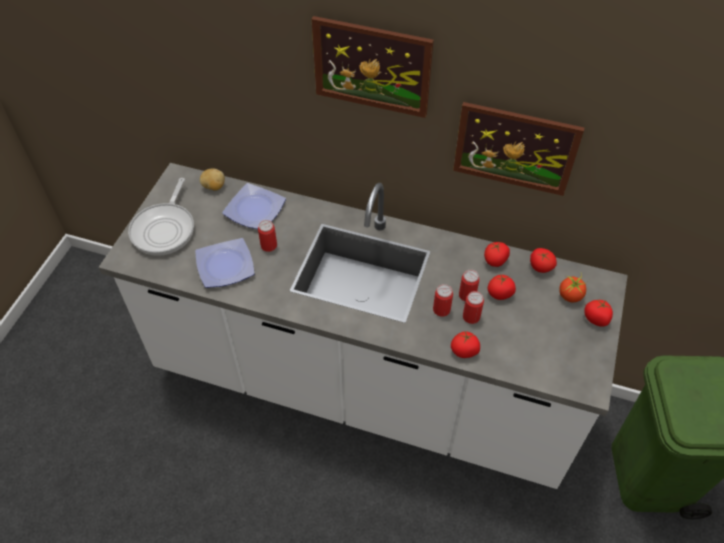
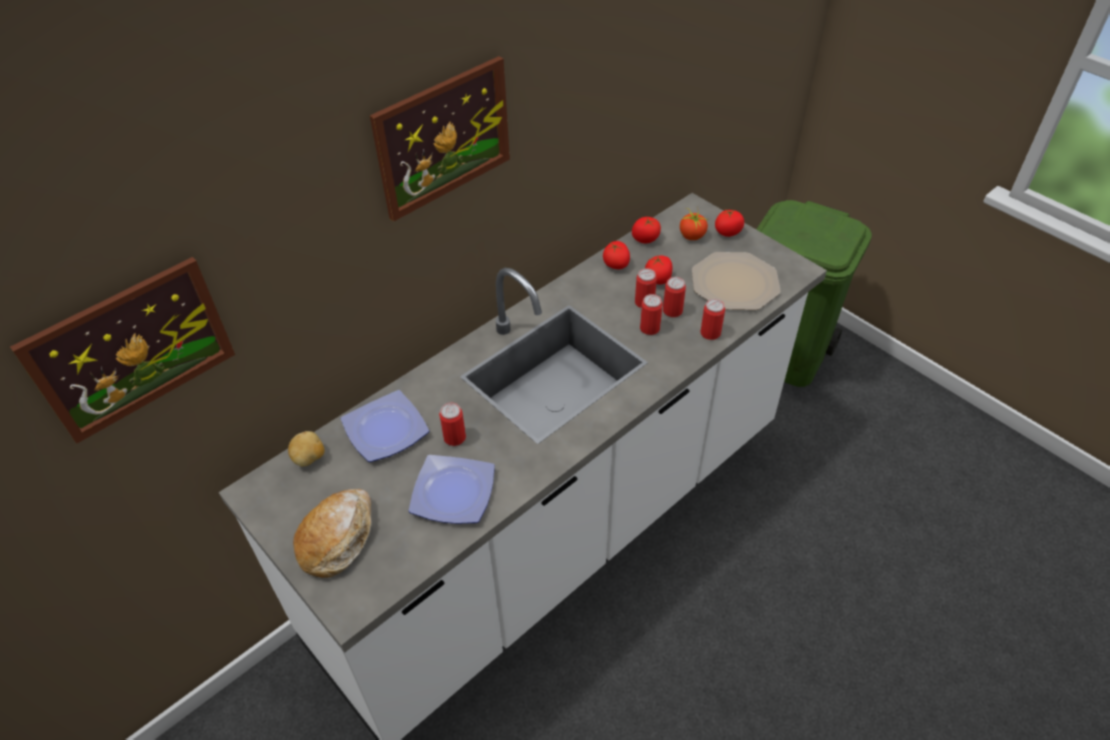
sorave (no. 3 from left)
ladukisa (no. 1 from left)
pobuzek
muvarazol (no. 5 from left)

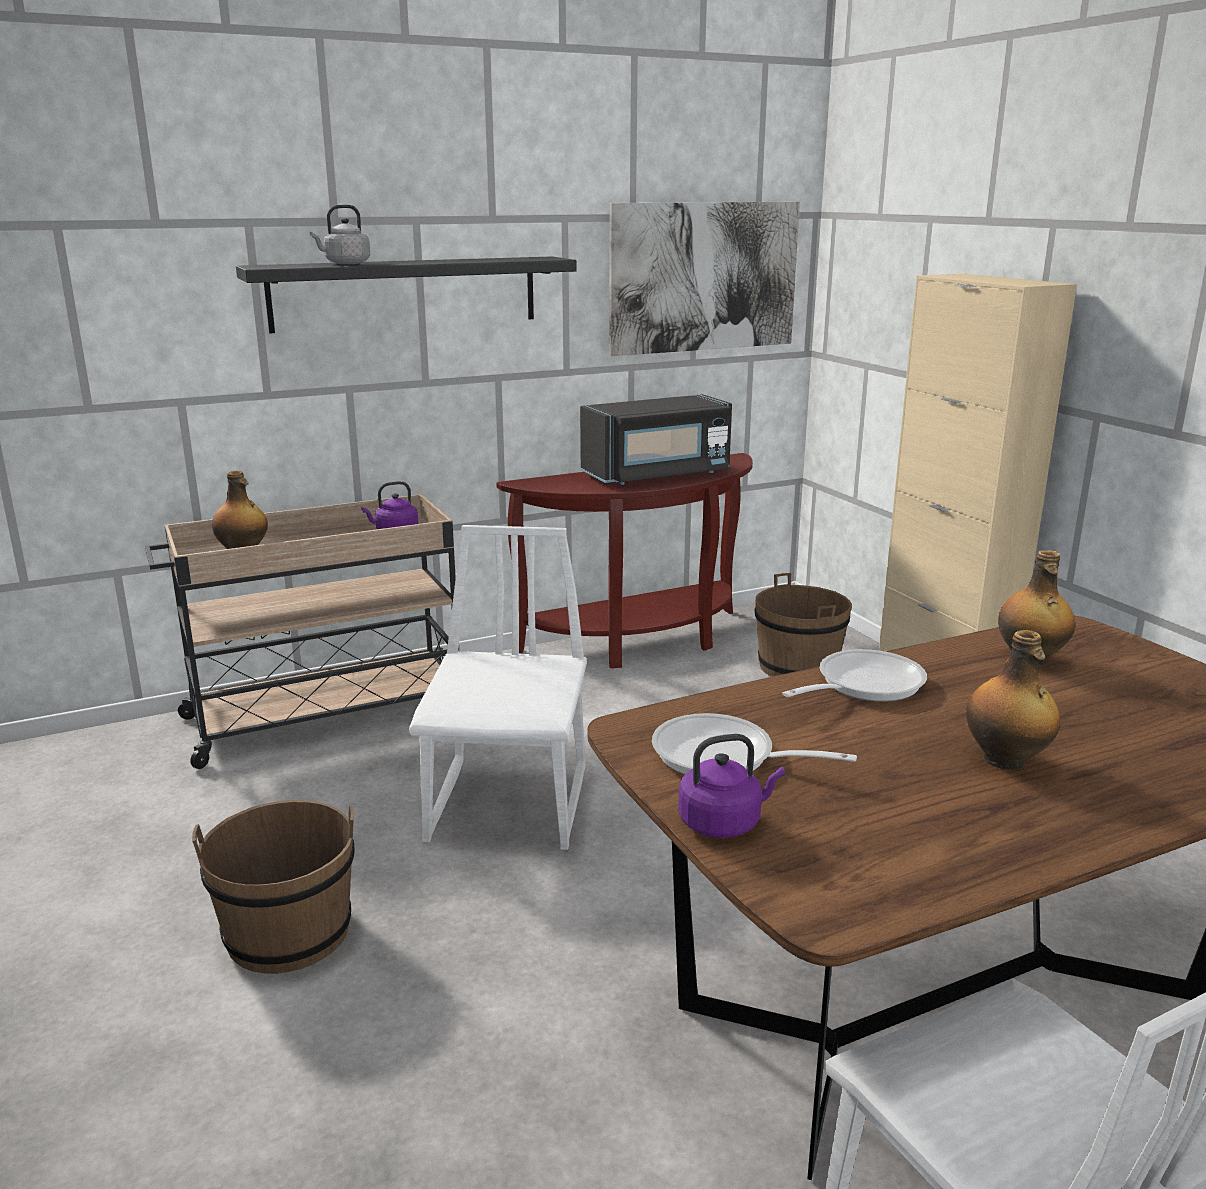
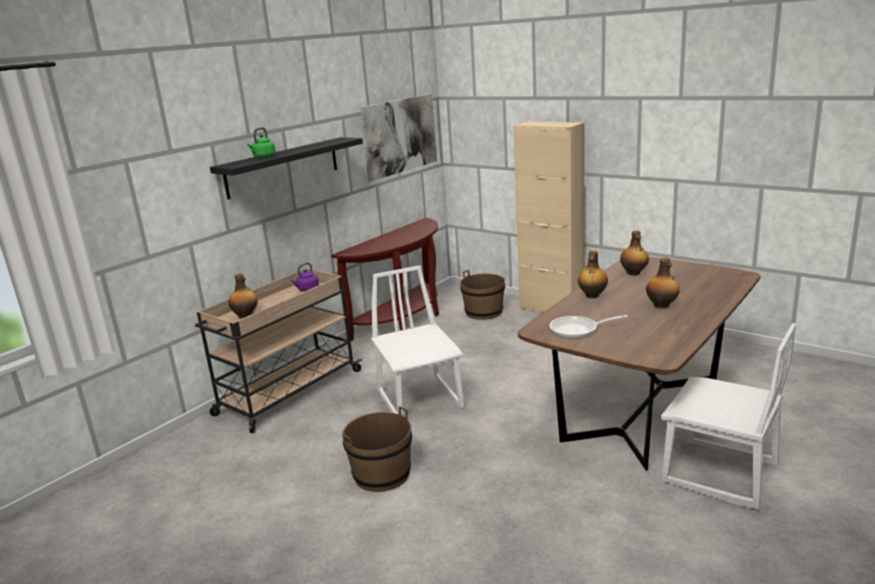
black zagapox
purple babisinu (no. 2 from left in the first image)
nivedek (no. 2 from left)
green babisinu

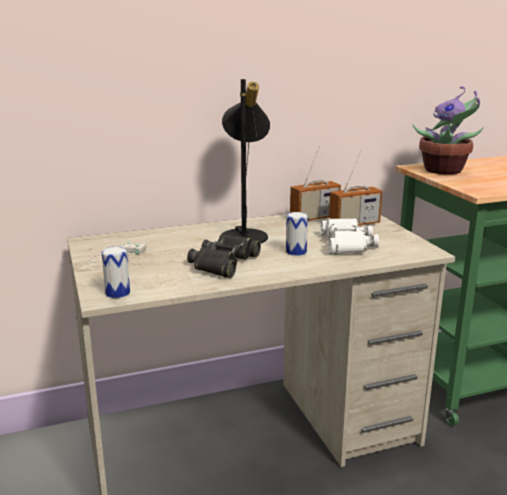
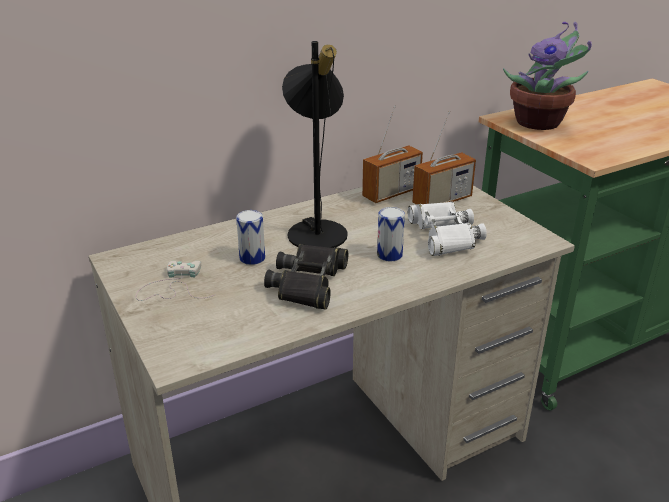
muvarazol (no. 1 from left)

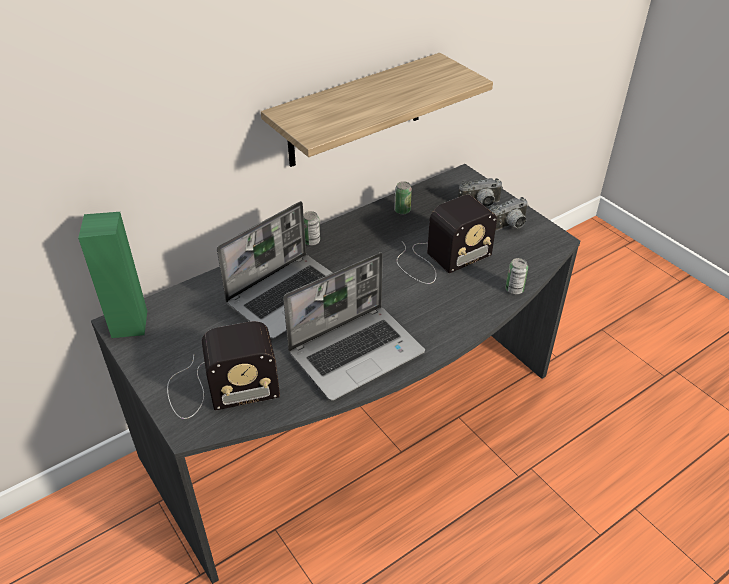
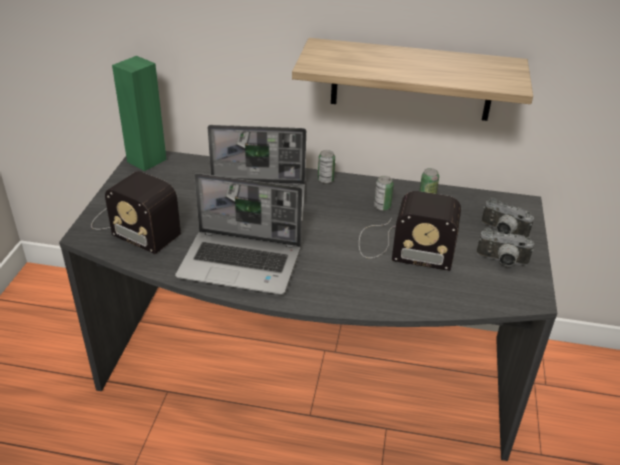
muvarazol (no. 2 from left)

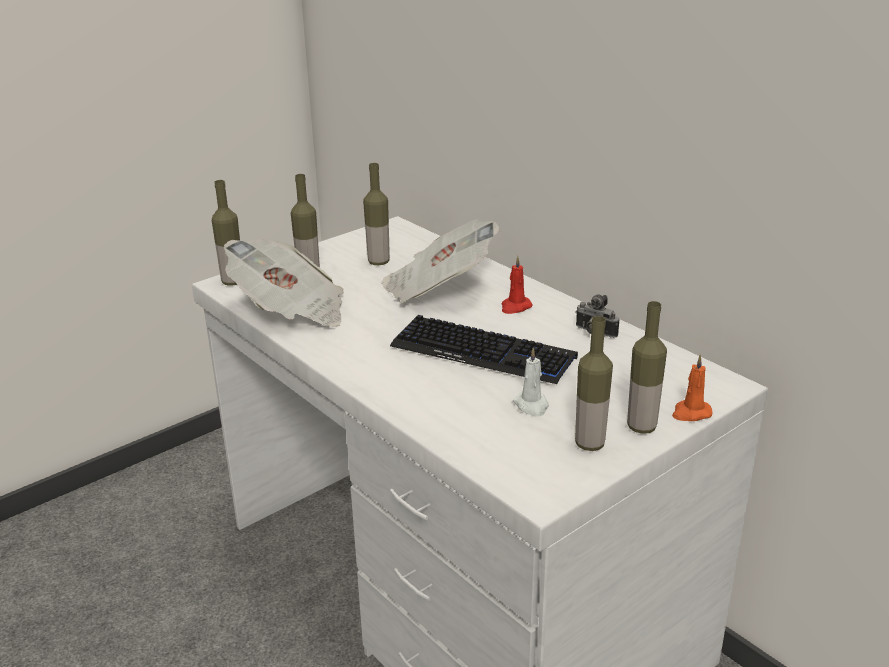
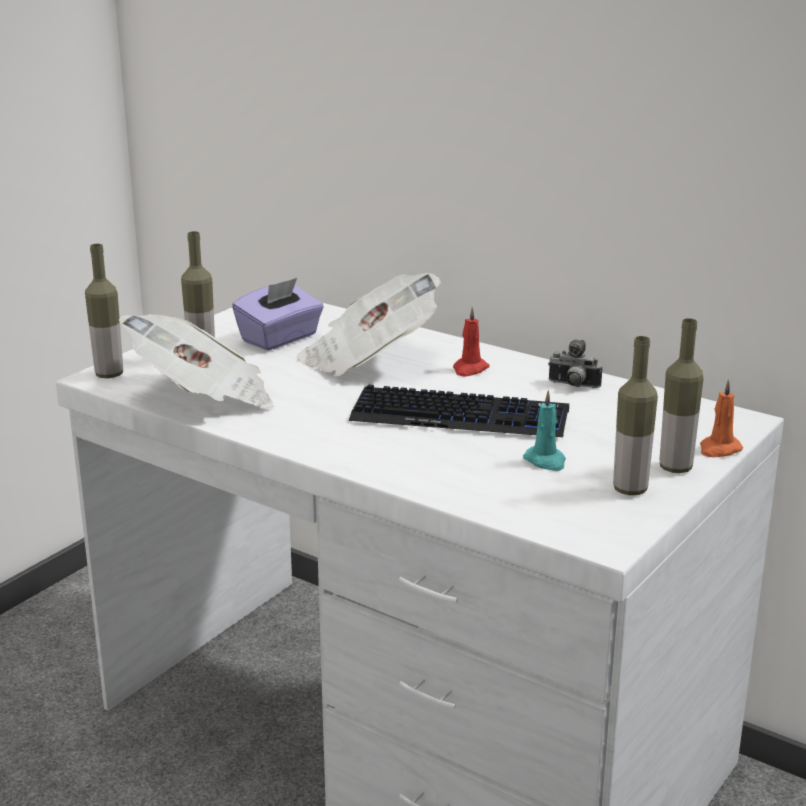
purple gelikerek
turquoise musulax

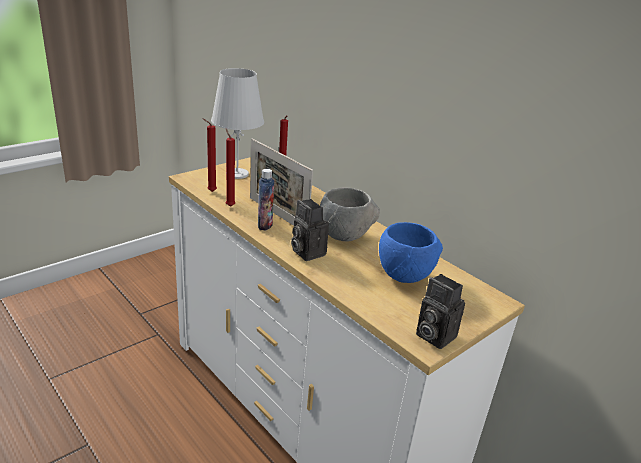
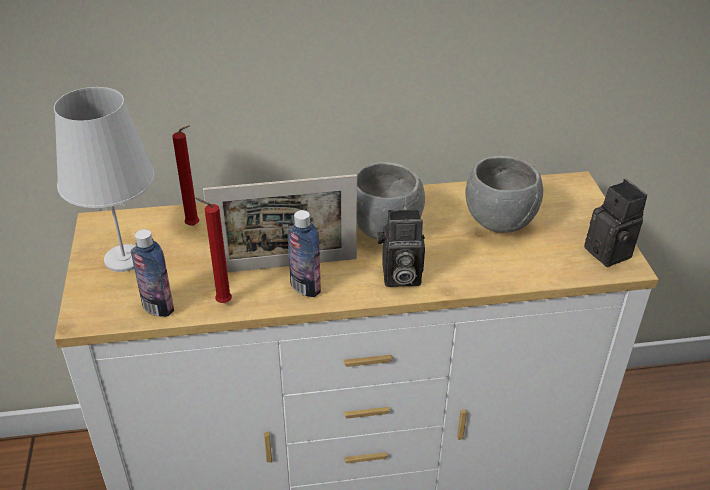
nivedek (no. 1 from left)
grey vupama (no. 2 from left)
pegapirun (no. 2 from left)

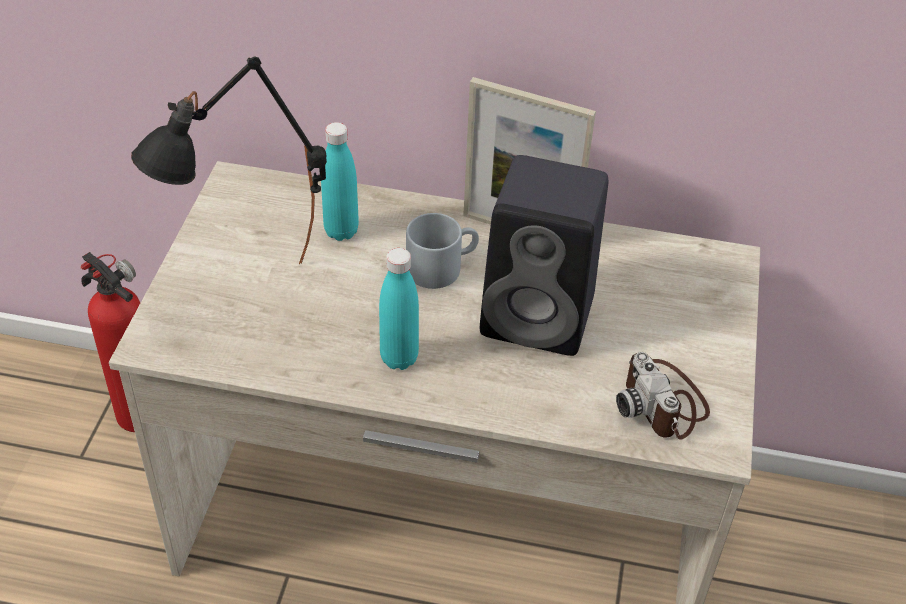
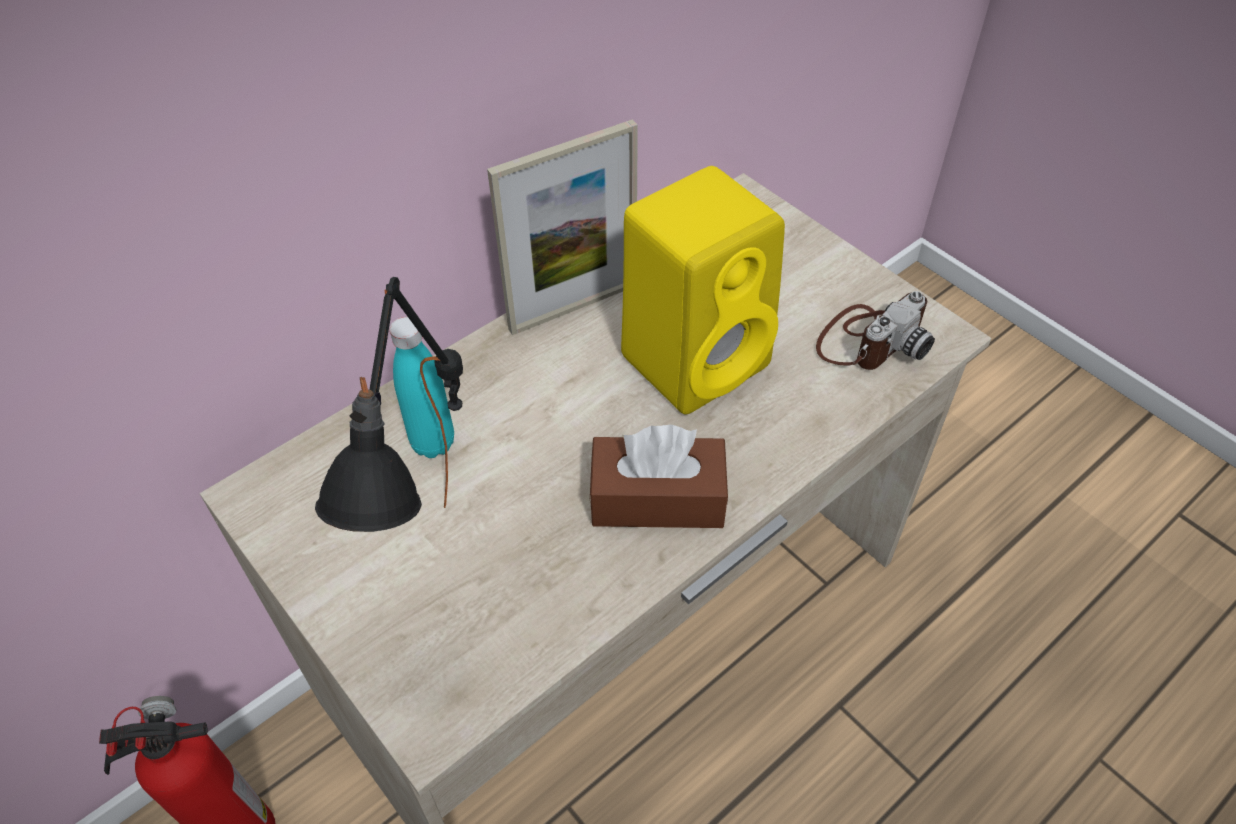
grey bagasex
brown gelikerek
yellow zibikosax
pegapirun

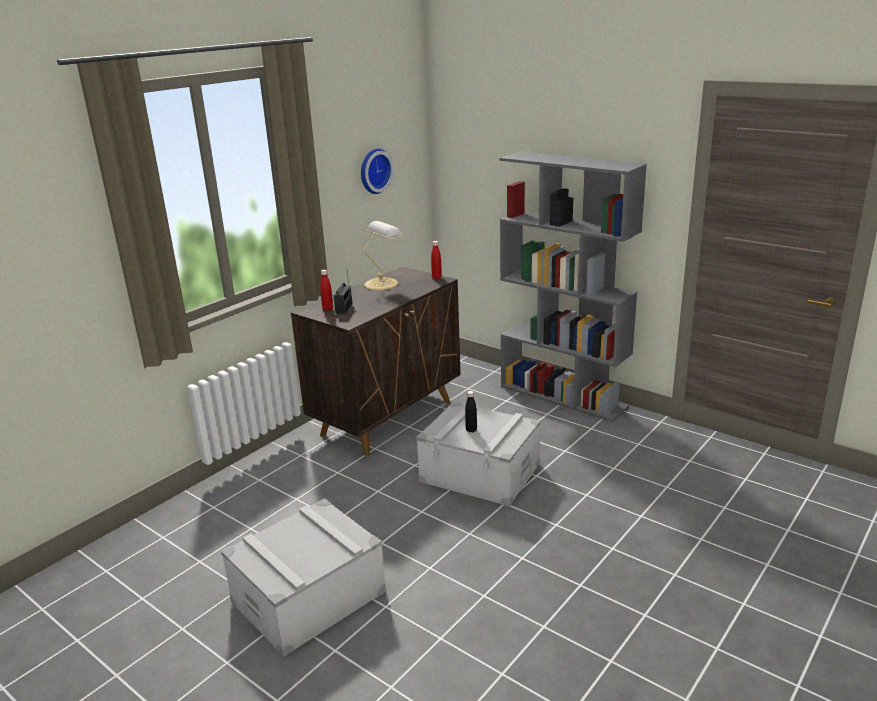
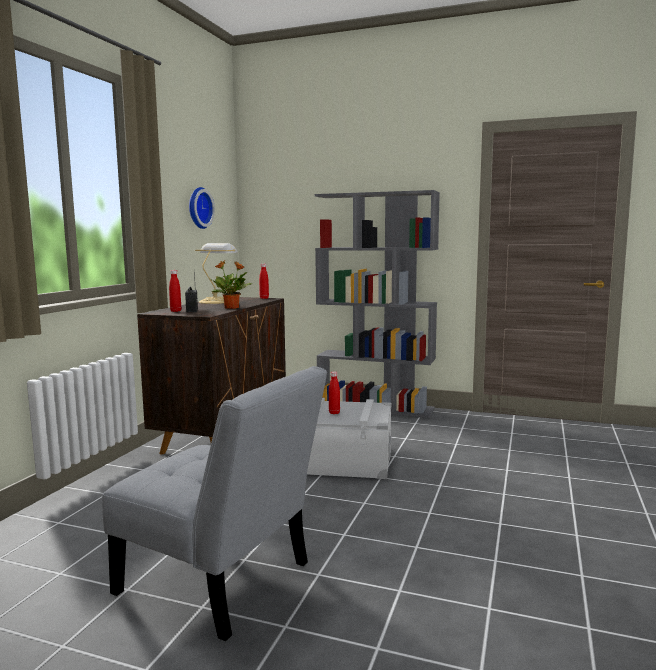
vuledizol
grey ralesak
red nivedek (no. 3 from left)

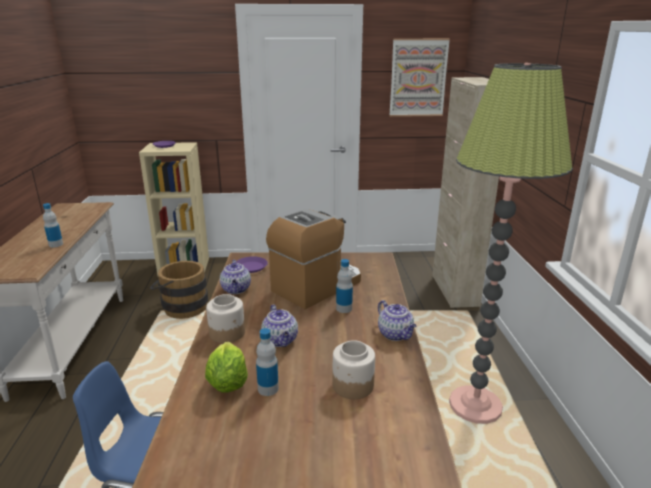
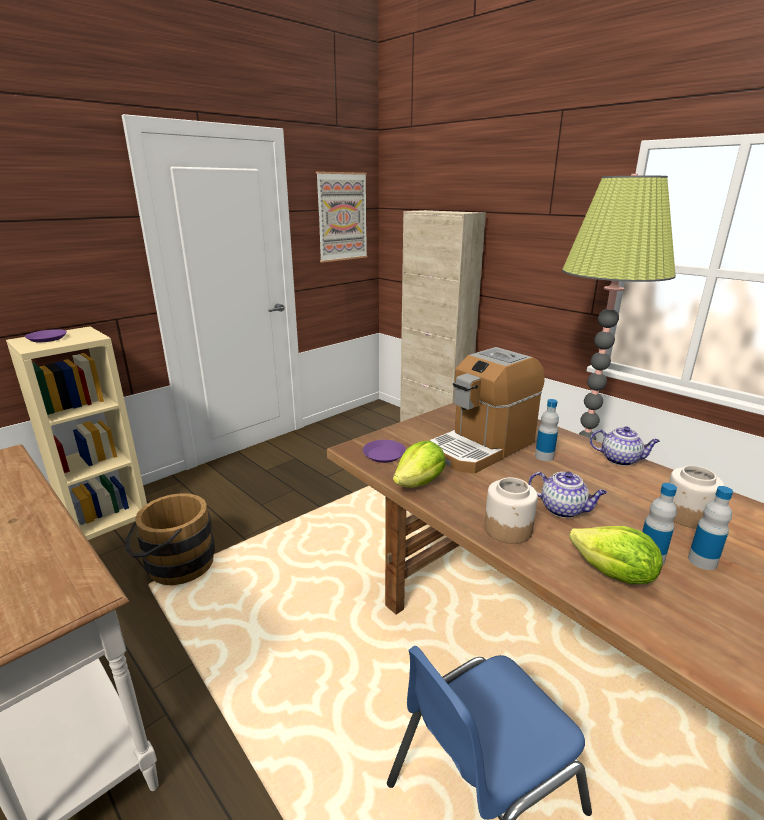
nivedek (no. 3 from left)
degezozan (no. 1 from left)
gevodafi

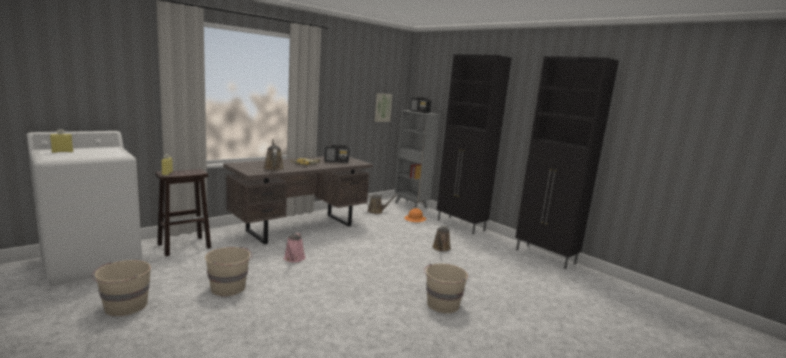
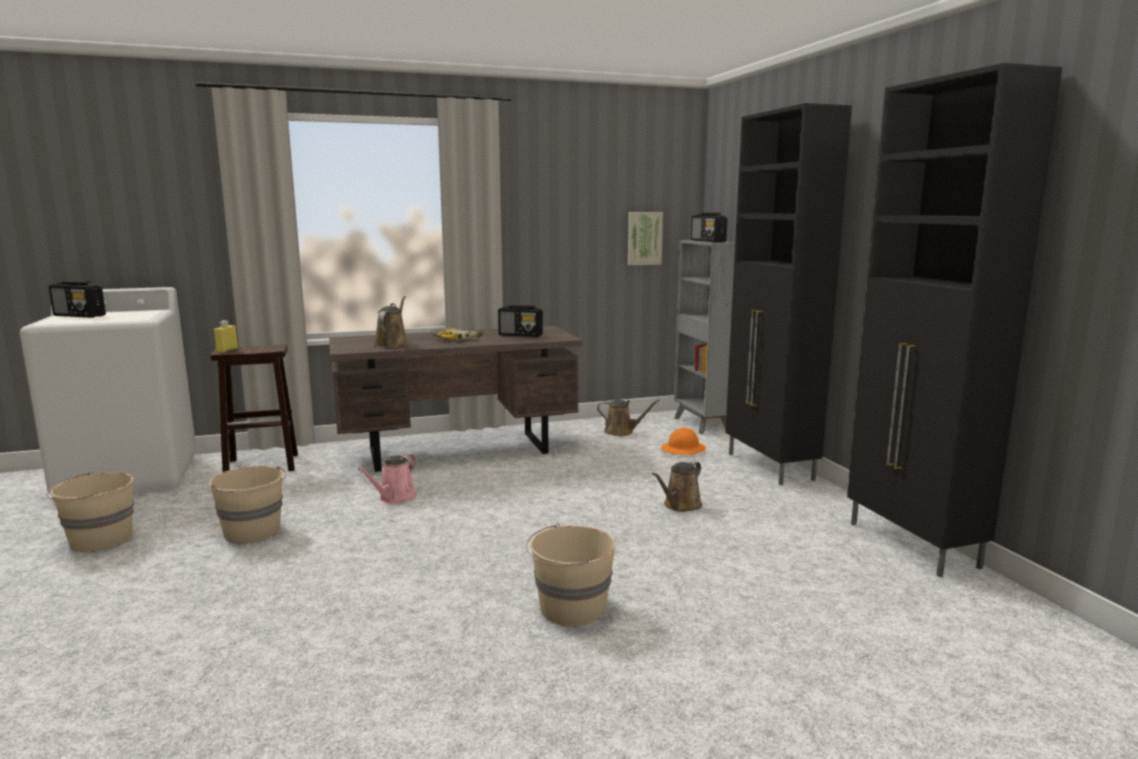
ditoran (no. 1 from left)

